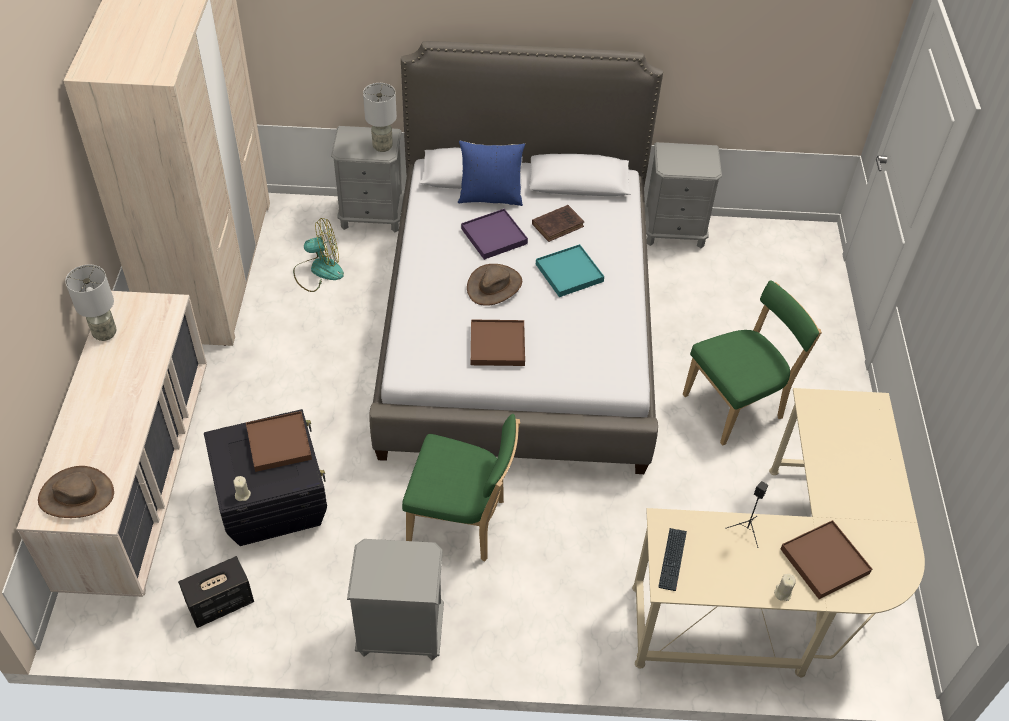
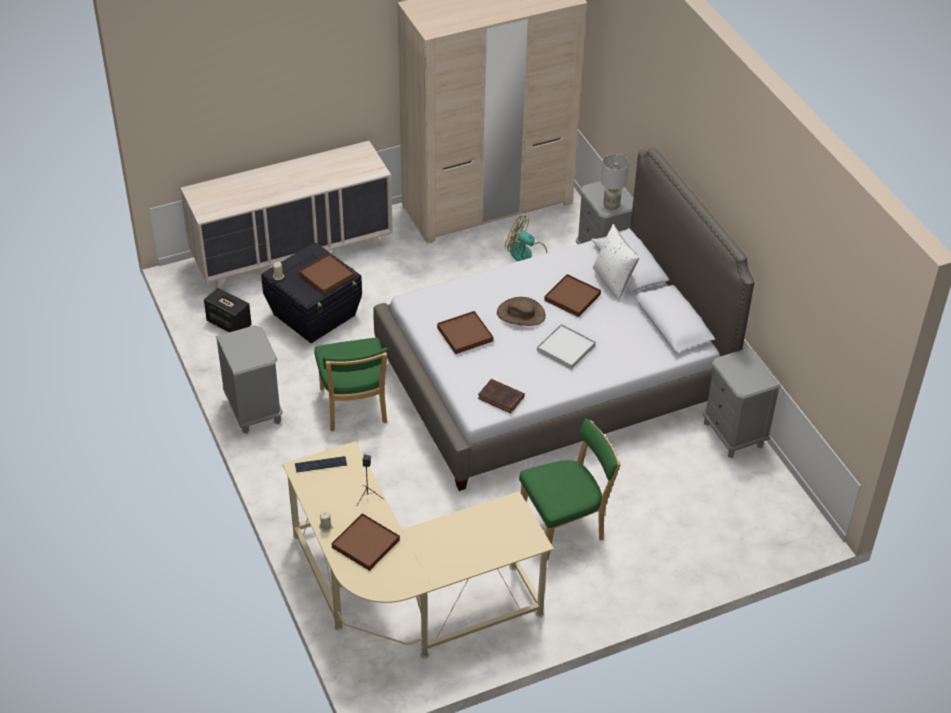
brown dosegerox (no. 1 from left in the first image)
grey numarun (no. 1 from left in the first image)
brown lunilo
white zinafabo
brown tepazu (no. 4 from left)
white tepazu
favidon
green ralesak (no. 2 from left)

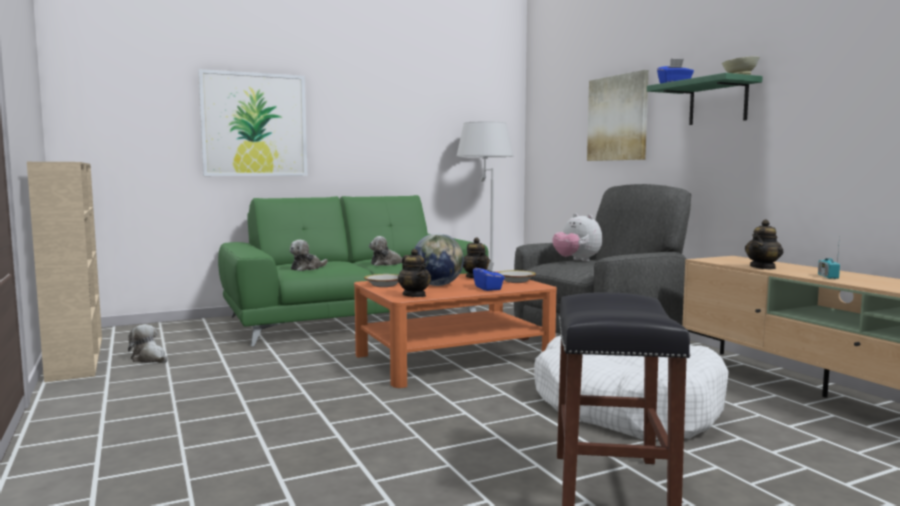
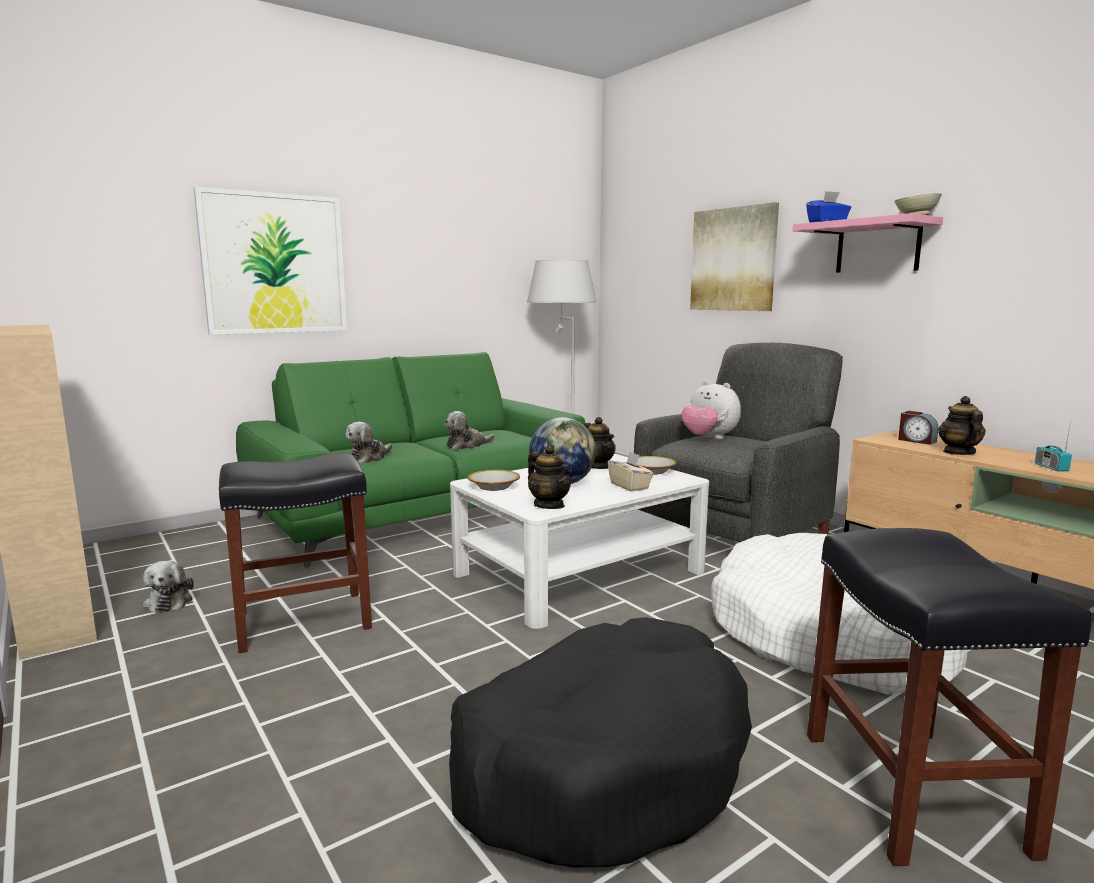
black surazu (no. 1 from left)
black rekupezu
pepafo
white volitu
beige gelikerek
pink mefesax
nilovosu (no. 1 from left)
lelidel (no. 3 from left)

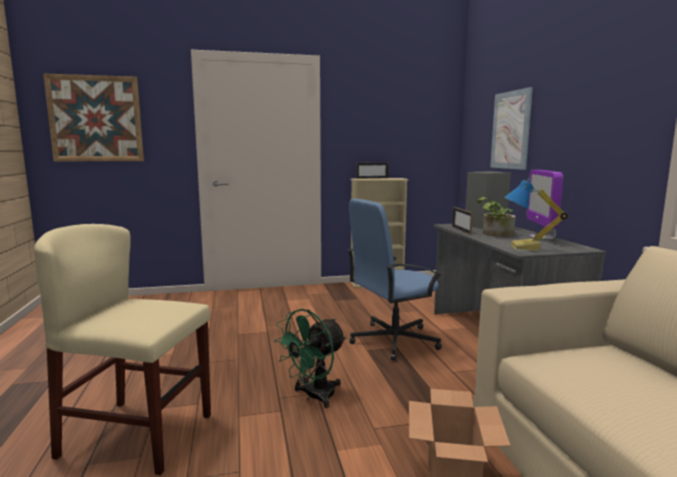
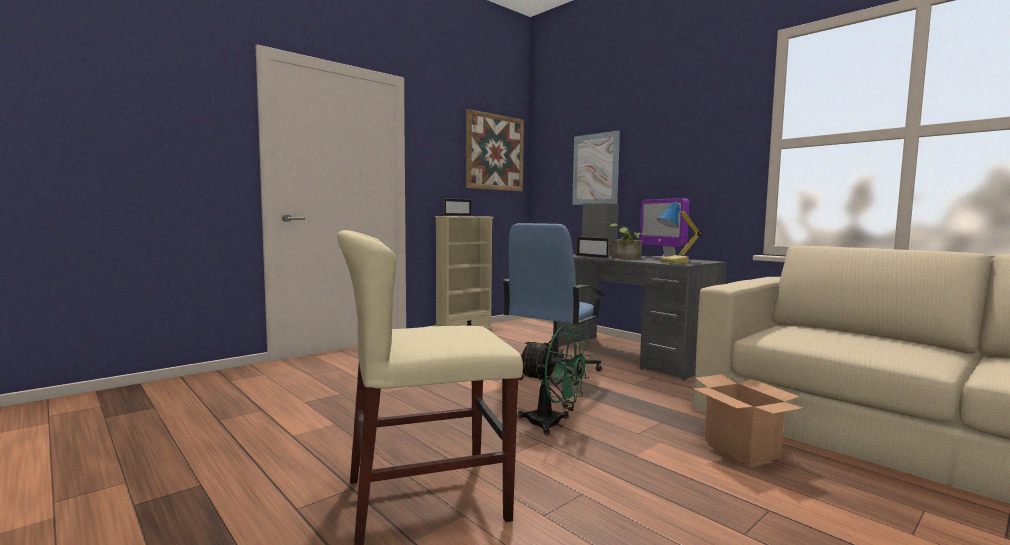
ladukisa (no. 1 from left)
green favidon

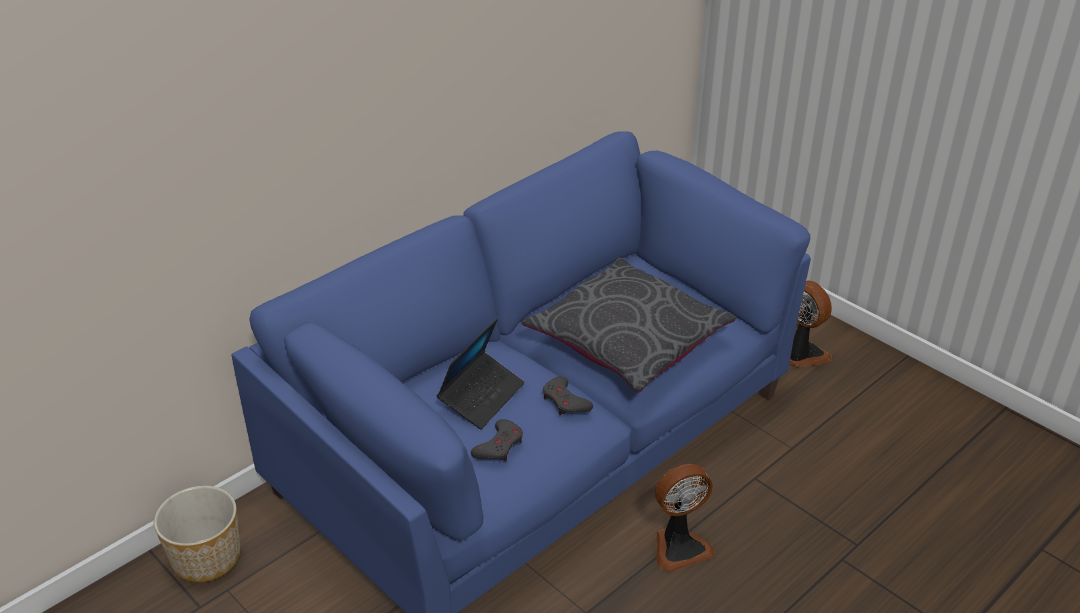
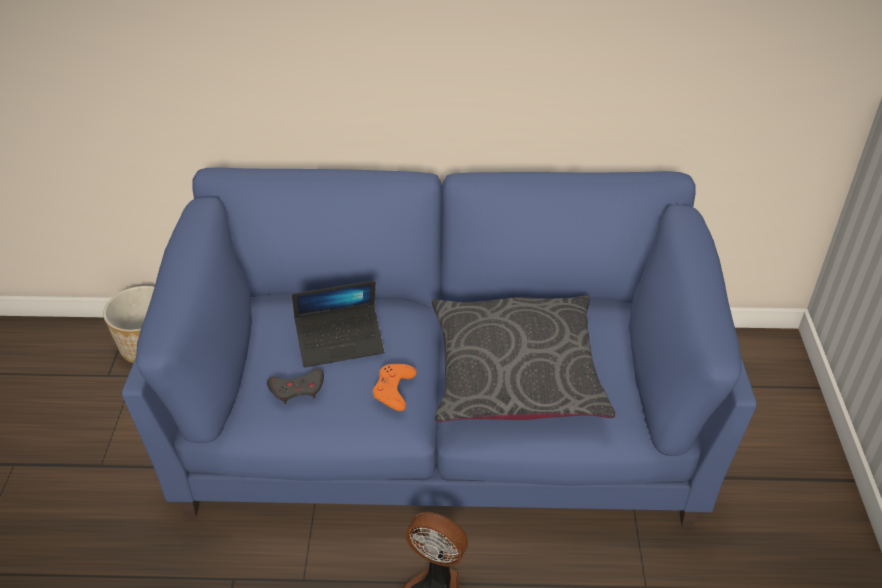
favidon (no. 2 from left in the first image)
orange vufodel

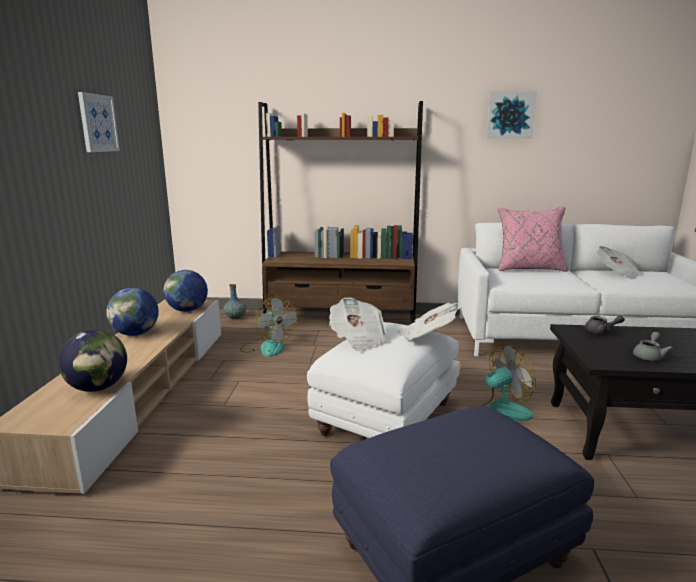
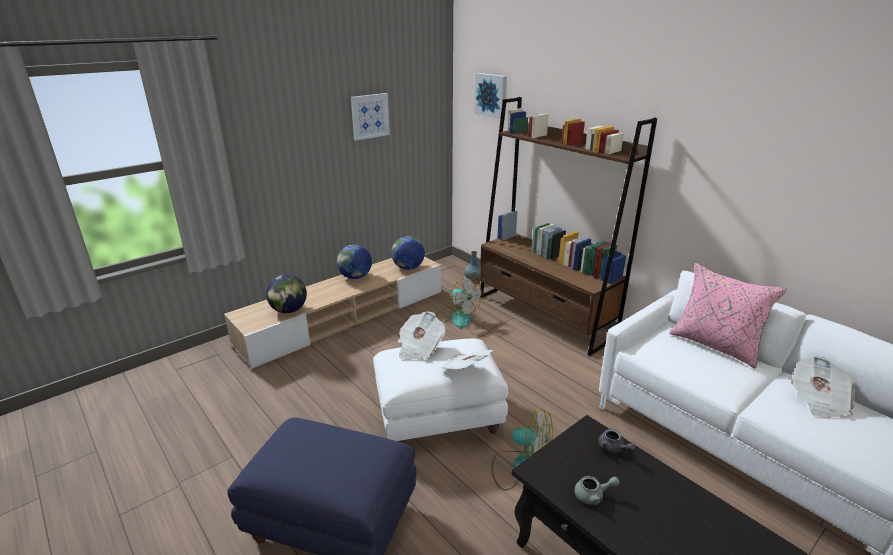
ladukisa (no. 2 from left)
favidon (no. 1 from left)

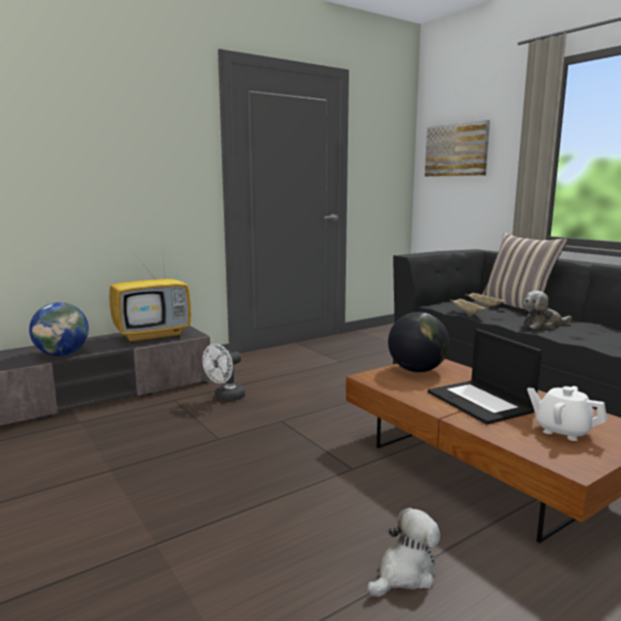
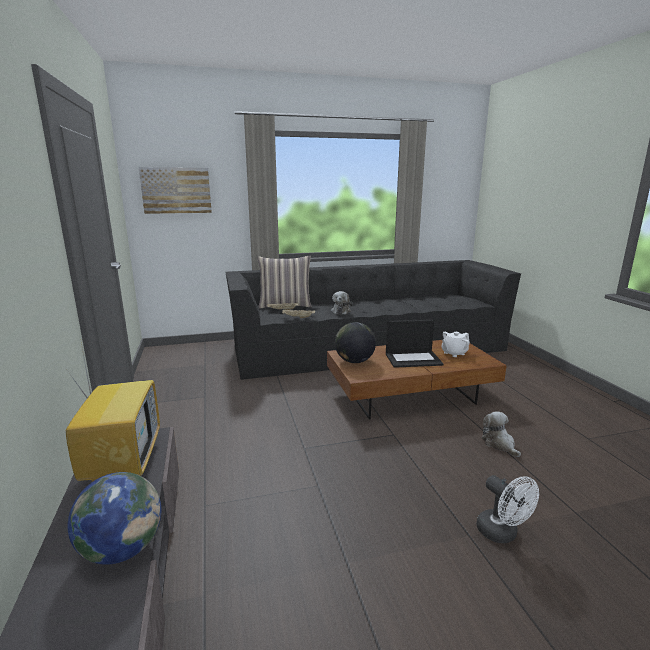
white favidon

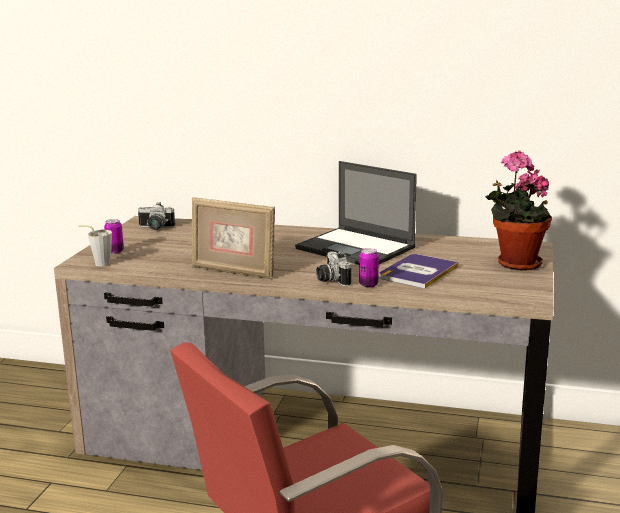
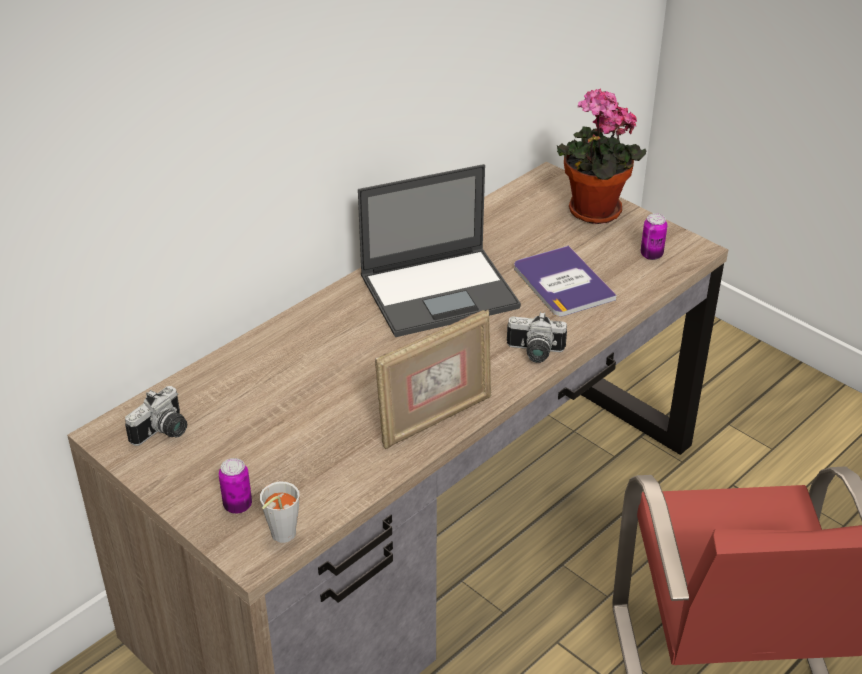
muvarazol (no. 2 from left)

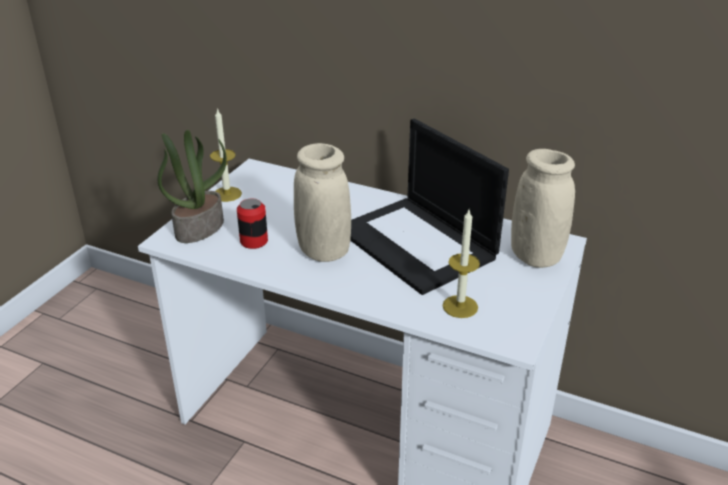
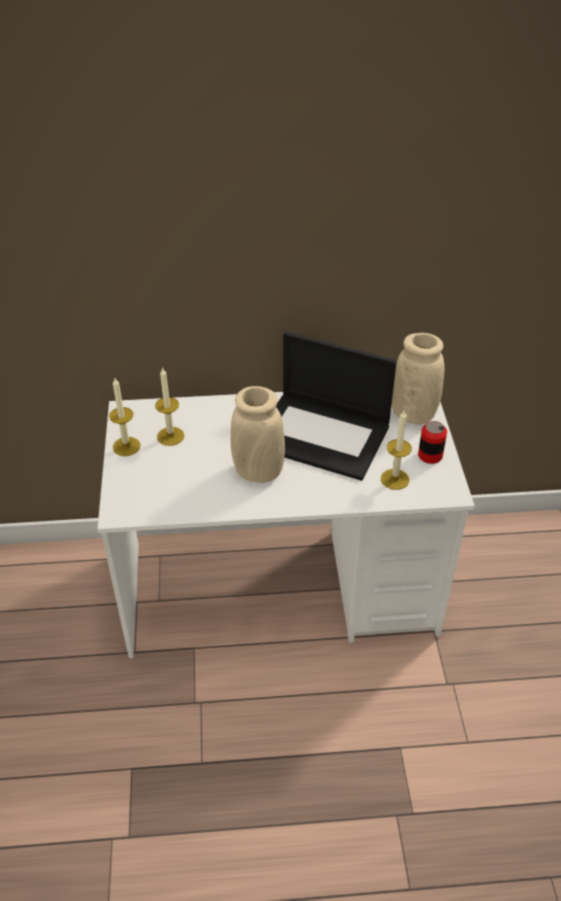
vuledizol
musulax (no. 2 from left)
muvarazol

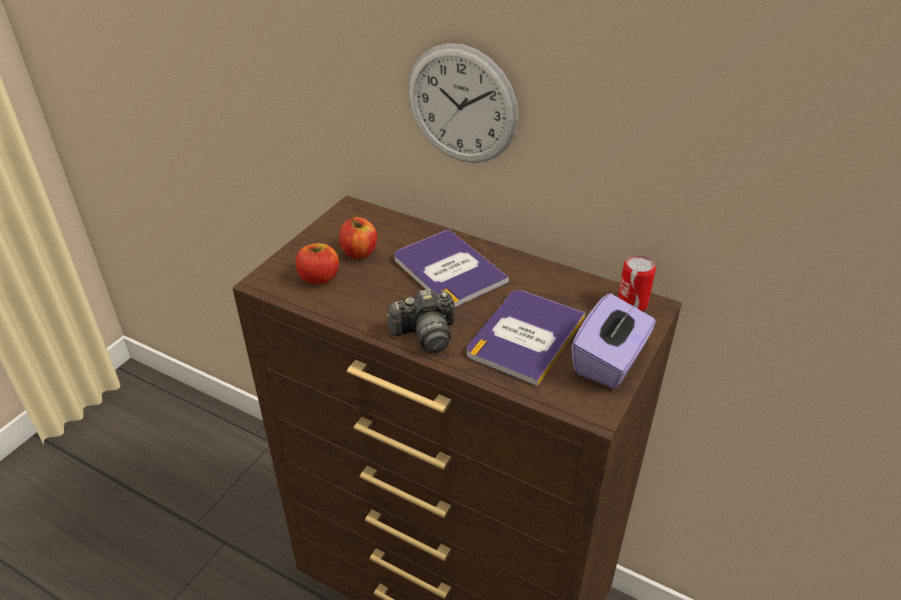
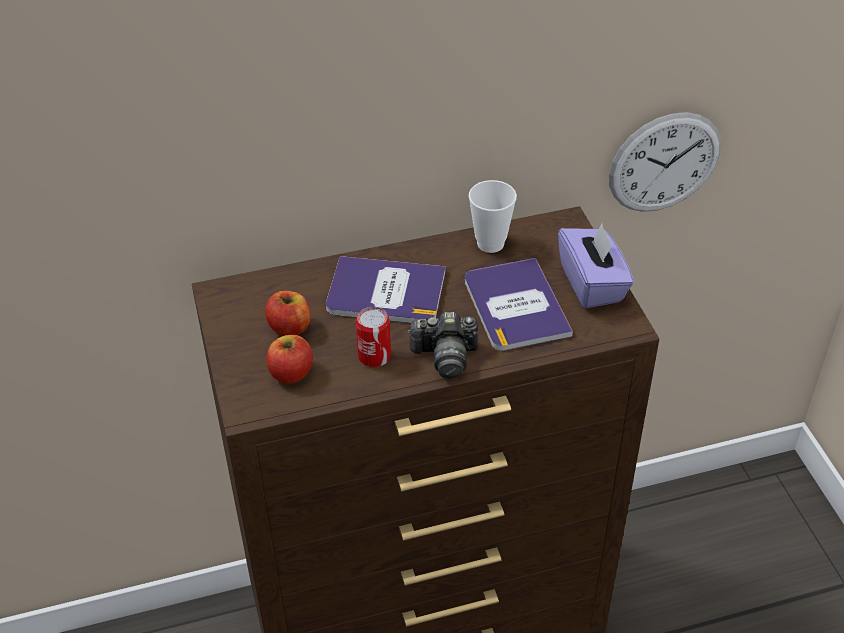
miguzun
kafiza
muvarazol
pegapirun

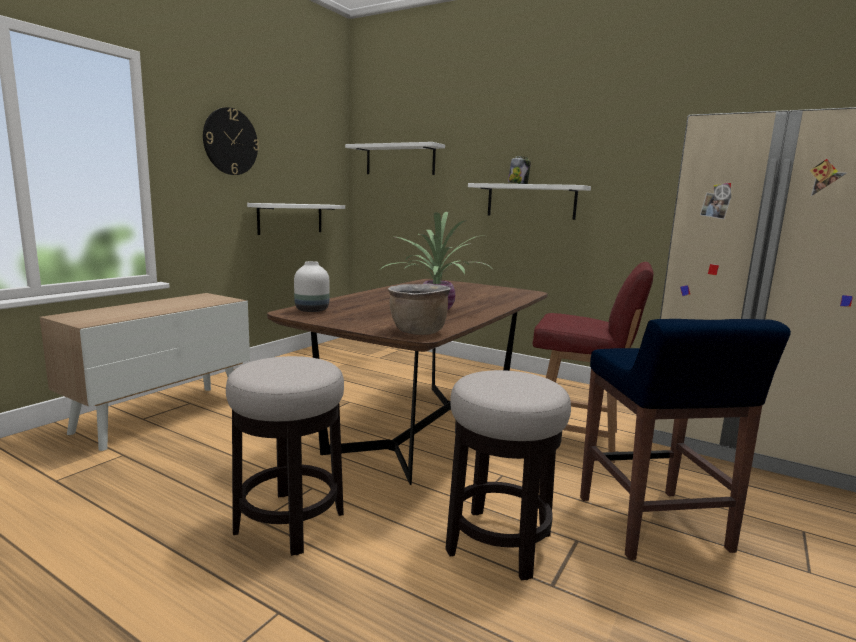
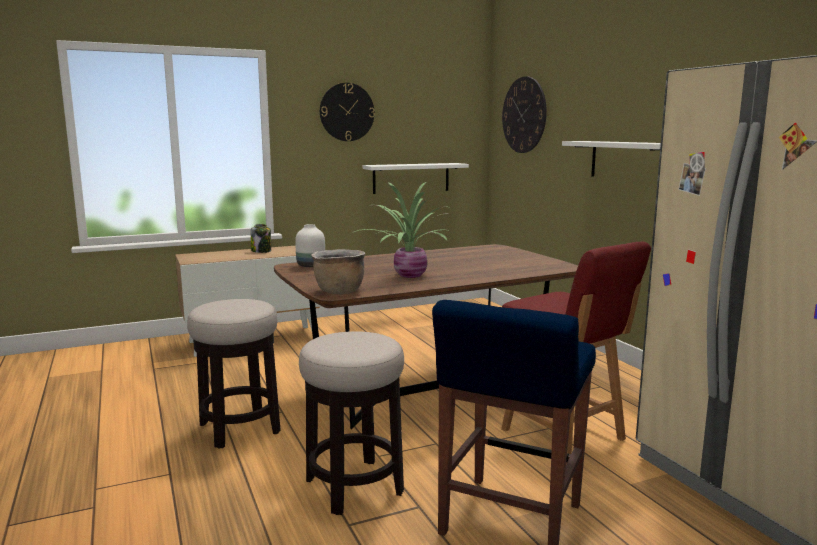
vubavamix
kafiza (no. 2 from left)

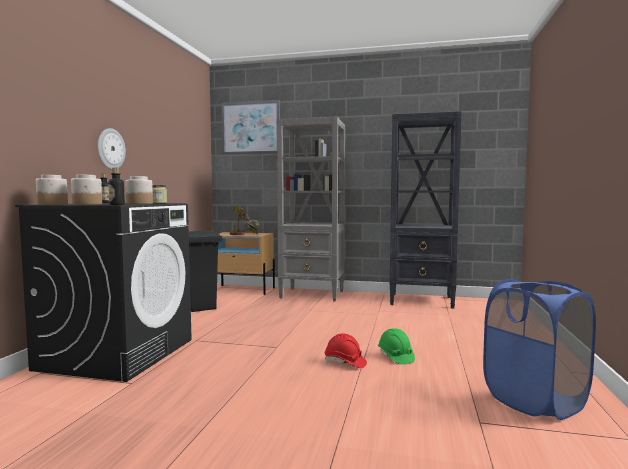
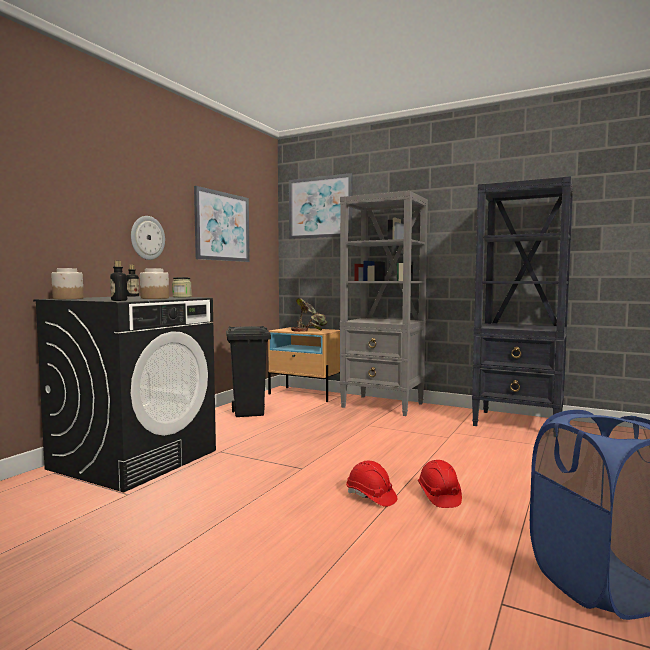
vubavamix (no. 2 from left in the first image)
ladukisa (no. 1 from left)
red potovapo (no. 2 from left)

